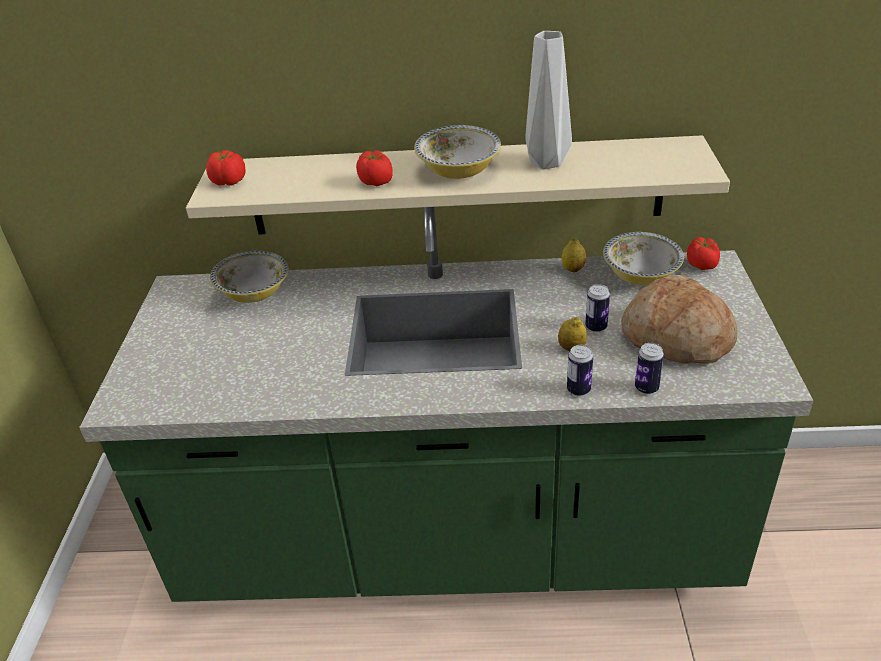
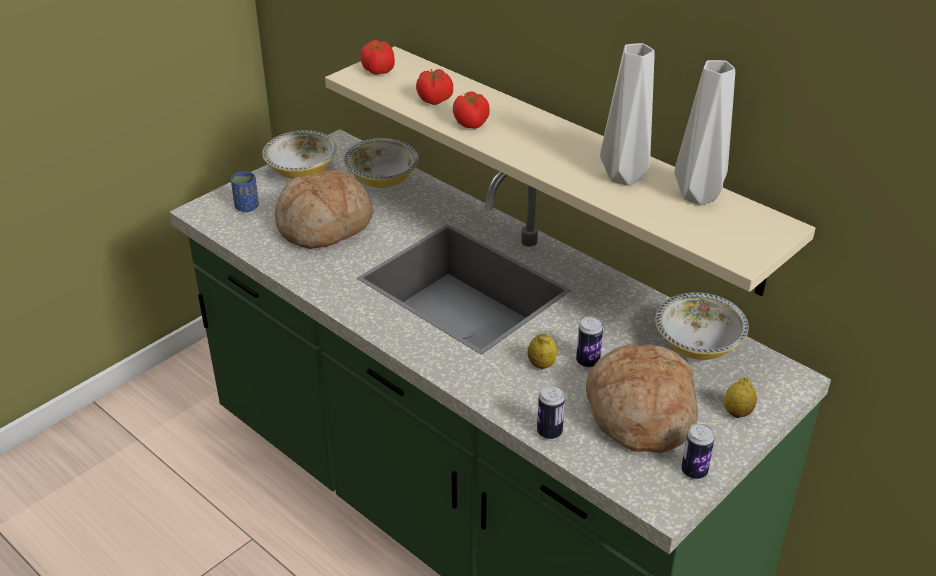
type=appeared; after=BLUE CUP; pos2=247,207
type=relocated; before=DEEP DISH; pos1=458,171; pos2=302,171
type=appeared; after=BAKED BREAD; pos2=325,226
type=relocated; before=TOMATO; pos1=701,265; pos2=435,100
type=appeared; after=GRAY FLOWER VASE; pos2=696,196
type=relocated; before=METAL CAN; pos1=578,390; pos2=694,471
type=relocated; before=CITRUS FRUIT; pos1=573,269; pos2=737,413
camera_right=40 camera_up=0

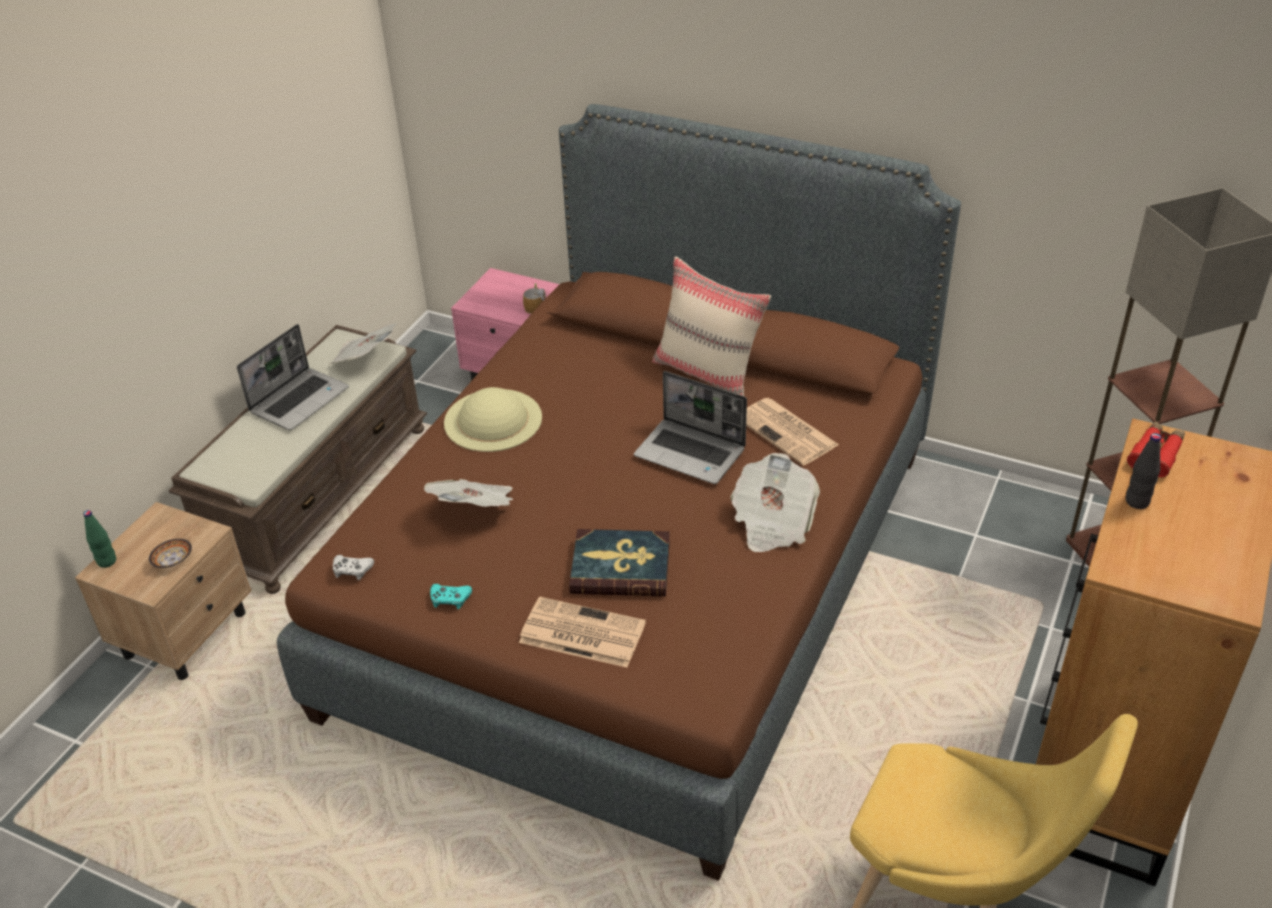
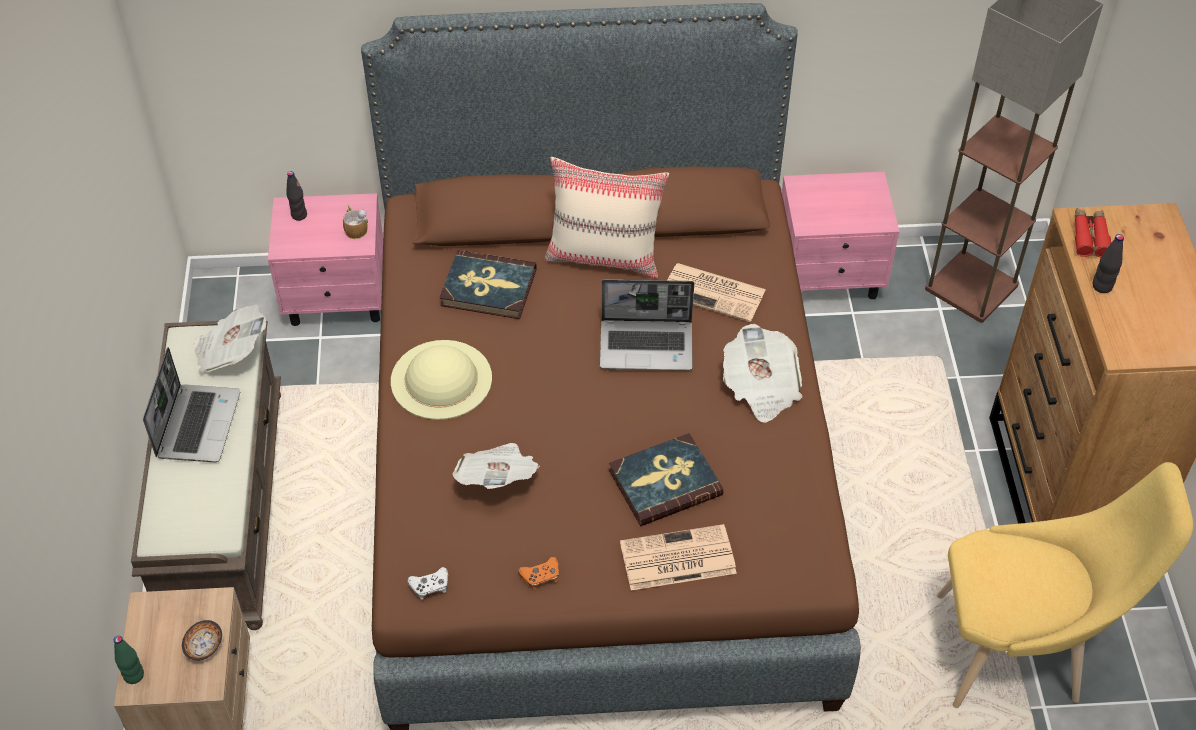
type=appeared; after=BLACK-COLOURED BOTTLE; pos2=299,215
type=appeared; after=VOLUME; pos2=488,288
type=colour; before=TURQUOISE-COLOURED GAMEPAD; after=ORANGE GAMEPAD; pos1=450,599; pos2=541,576
type=appeared; after=PINKISH NIGHTSTAND; pos2=830,276
camera_right=-30 camera_up=10

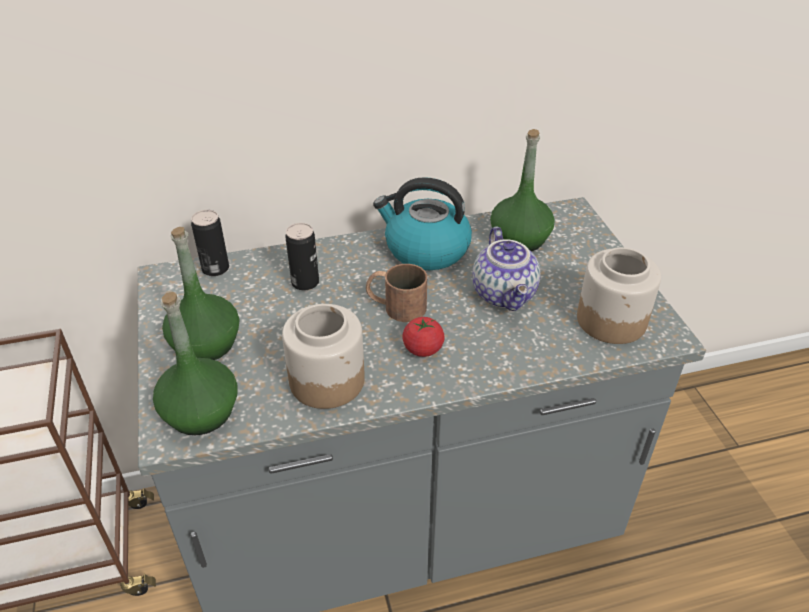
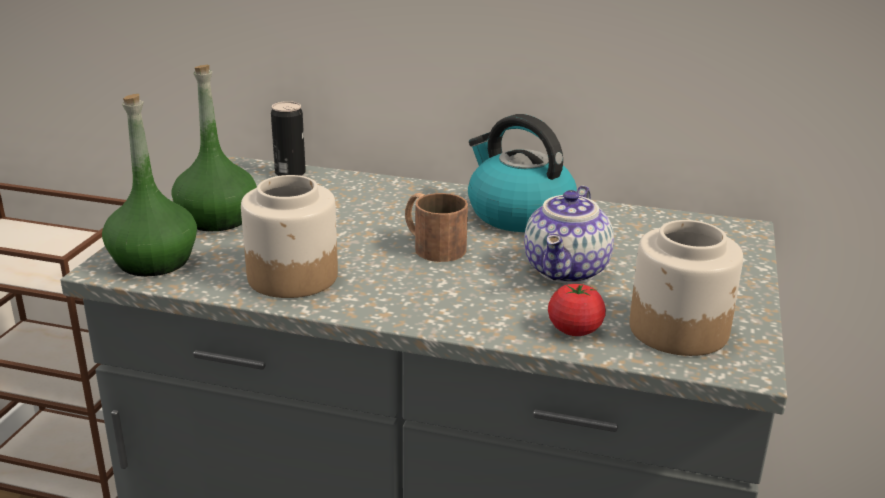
type=relocated; before=TOMATO; pos1=423,349; pos2=574,330
type=missing; before=METAL CAN; pos1=305,282
type=missing; before=GREENISH BOTTLE; pos1=519,239
camera_right=30 camera_up=-15

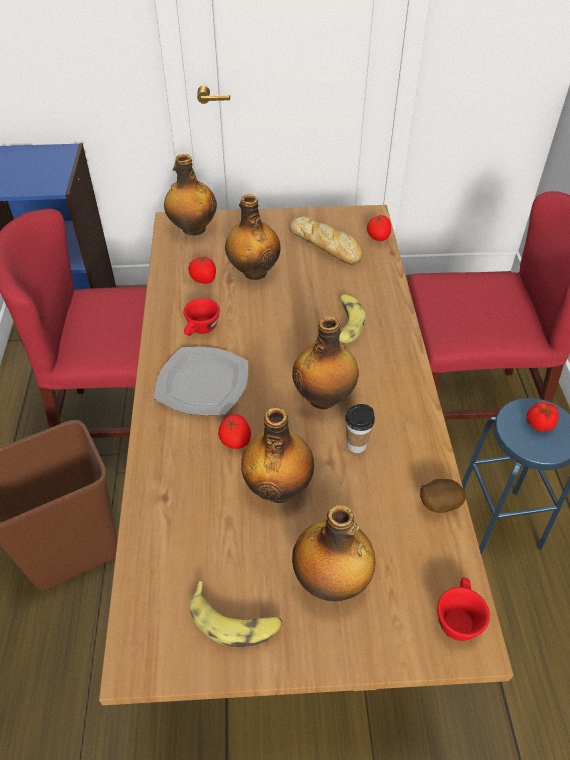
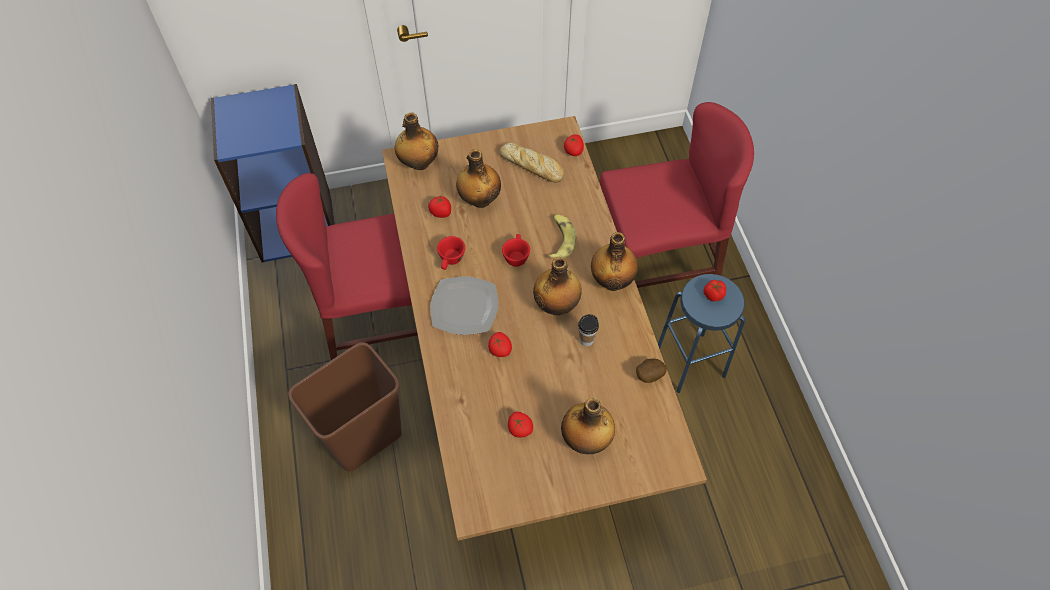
type=relocated; before=REDDISH CUP; pos1=457,617; pos2=516,256
type=appeared; after=TOMATO; pos2=519,429
type=relocated; before=BOTTLE; pos1=278,487; pos2=612,281
type=missing; before=BANANA FRUIT; pos1=235,620
camera_right=-10 camera_up=10

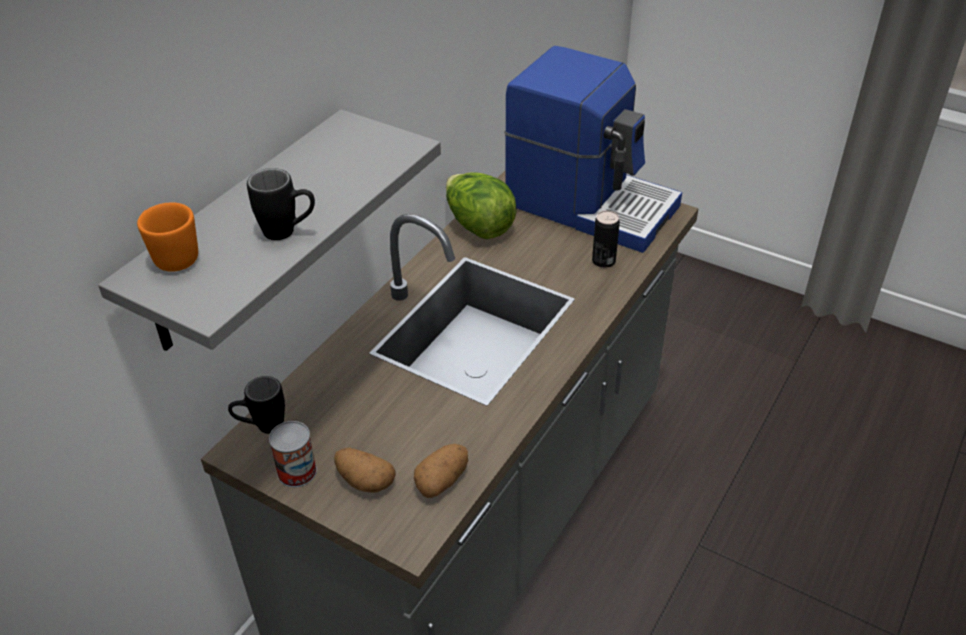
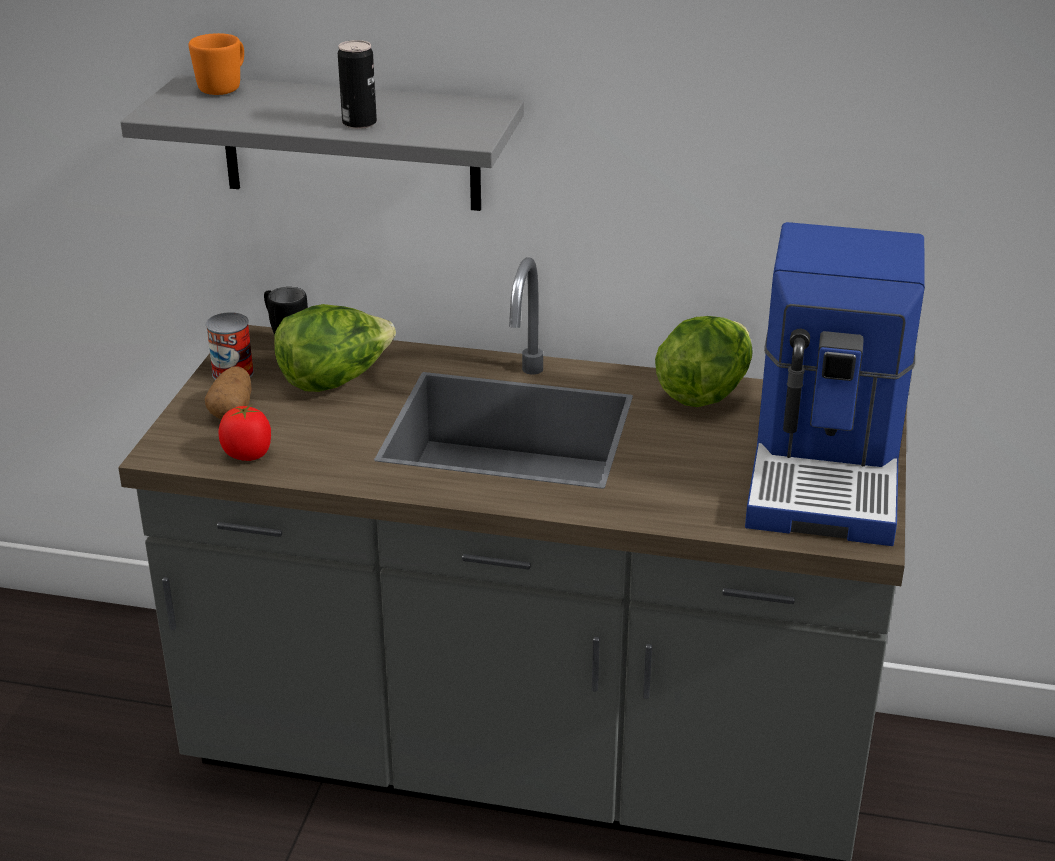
type=exchanged; before=POTATO; after=TOMATO; pos1=442,481; pos2=248,454
type=appeared; after=LETTUCE; pos2=335,380
type=relocated; before=METAL CAN; pos1=603,261; pos2=359,123
type=missing; before=BLACK-COLOURED MUG; pos1=288,232
camera_right=70 camera_up=-10

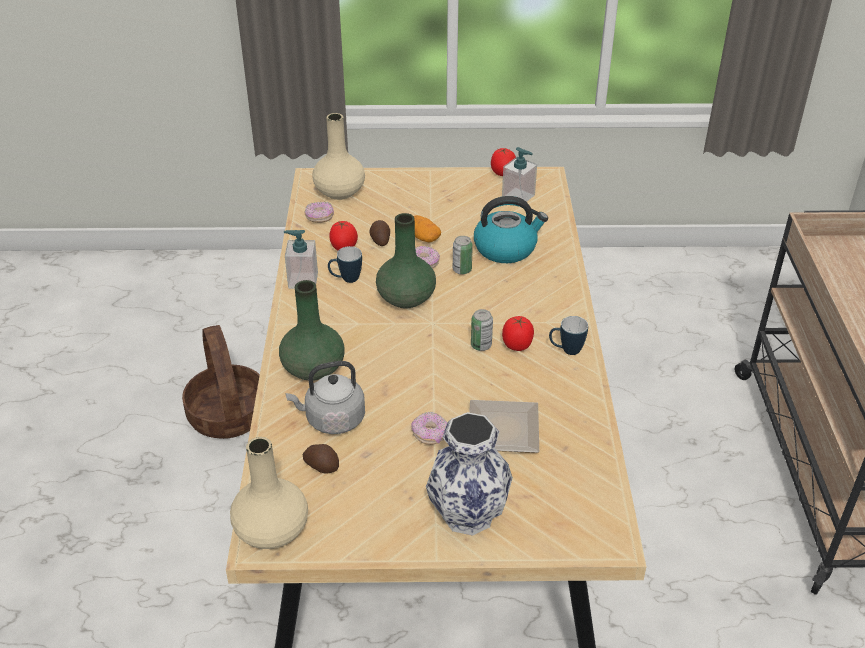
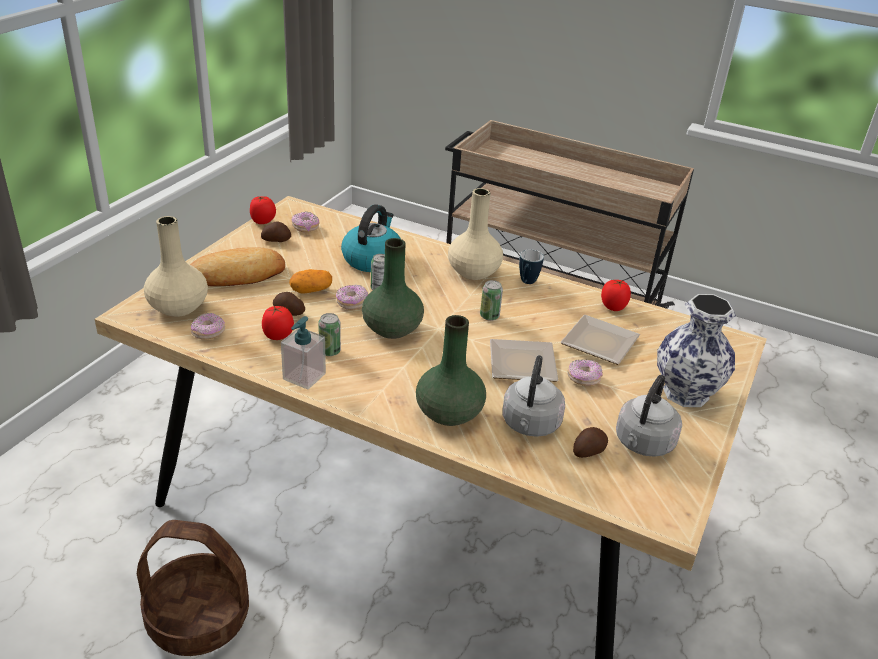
type=appeared; after=BAKED BREAD; pos2=238,274
type=appeared; after=POTATO; pos2=276,240
type=exchanged; before=SOAP BOTTLE; after=DONUT; pos1=518,196; pos2=305,228
type=exchanged; before=MUG; after=METAL CAN; pos1=346,279; pos2=329,351
type=relocated; before=SAND-COLOURED FLOWER VASE; pos1=272,530; pos2=473,272
type=appeared; after=FLAT DISH; pos2=520,365
type=relocated; before=TOMATO; pos1=517,345; pos2=613,307
type=appeared; after=GRAY WATER KETTLE; pos2=642,444
camera_right=-65 camera_up=-5

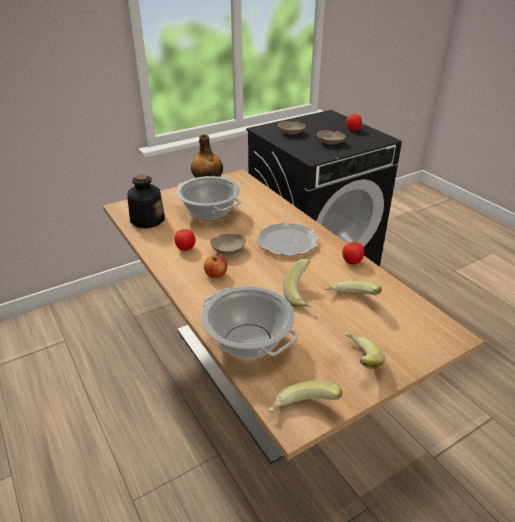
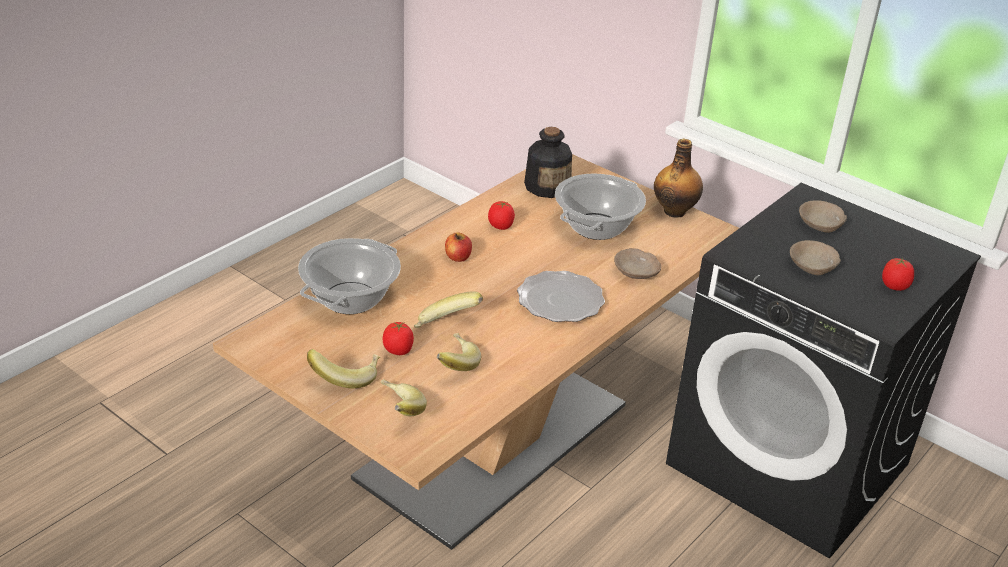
type=relocated; before=BANANA FRUIT; pos1=302,411; pos2=397,411
type=relocated; before=TOMATO; pos1=352,261; pos2=398,350
type=relocated; before=SAND-COLOURED DEEP DISH; pos1=228,249; pos2=636,272
camera_right=70 camera_up=0

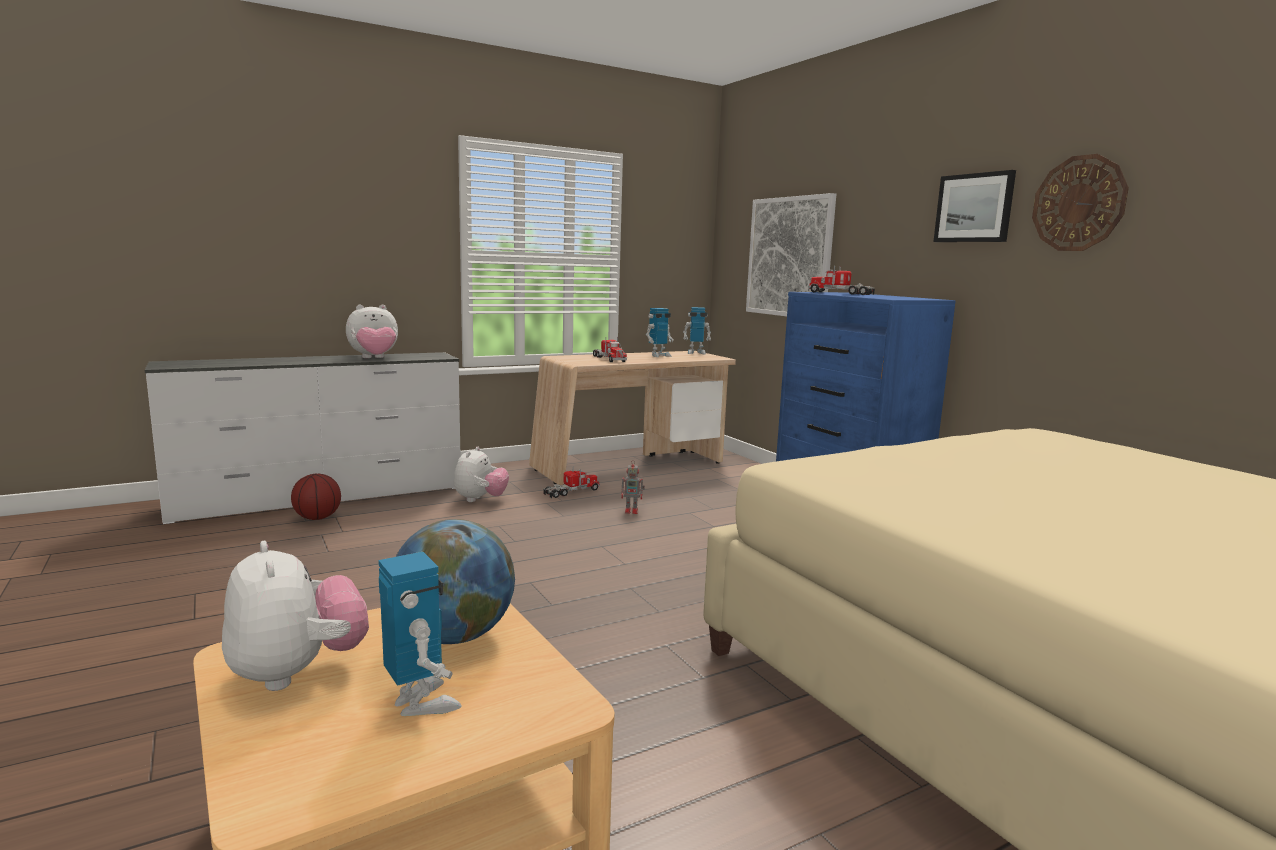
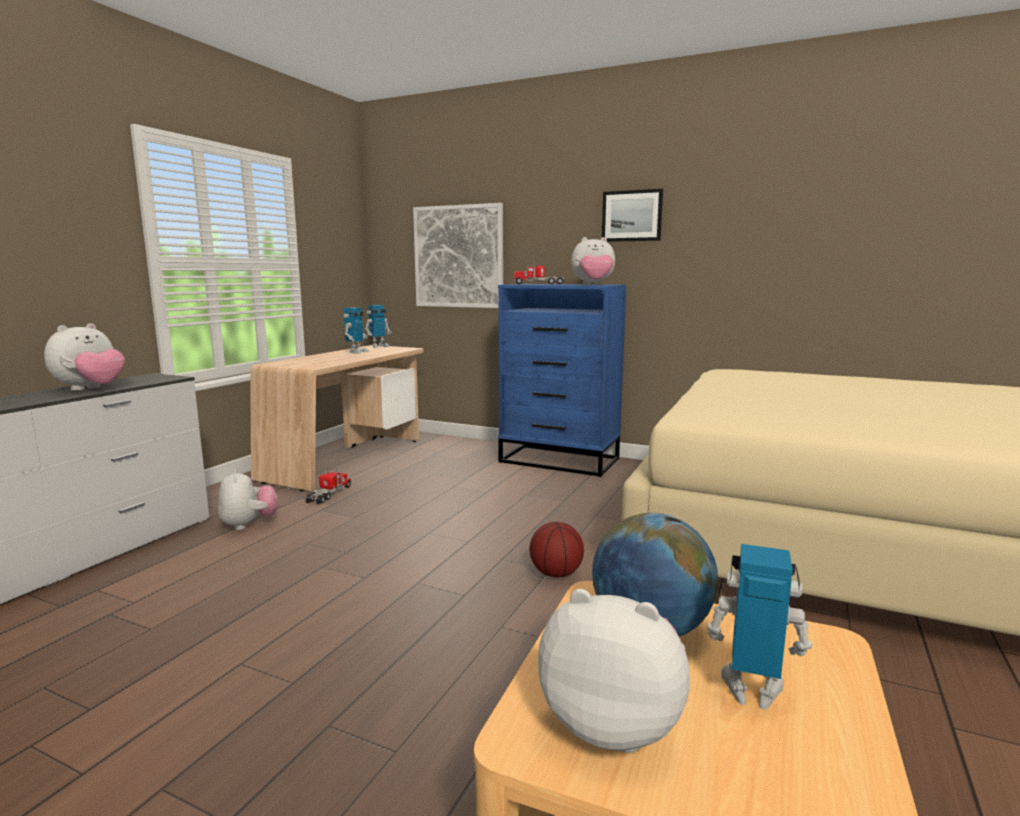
type=relocated; before=BALL FOR BASKETBALL; pos1=318,518; pos2=556,573
type=appeared; after=PLUSH TOY; pos2=593,285
type=missing; before=TOY LORRY; pos1=609,359
type=missing; before=TOY ROBOT; pos1=632,511
type=missing; before=CLOCK ON THE WALL; pos1=1078,203
camera_right=-35 camera_up=0

